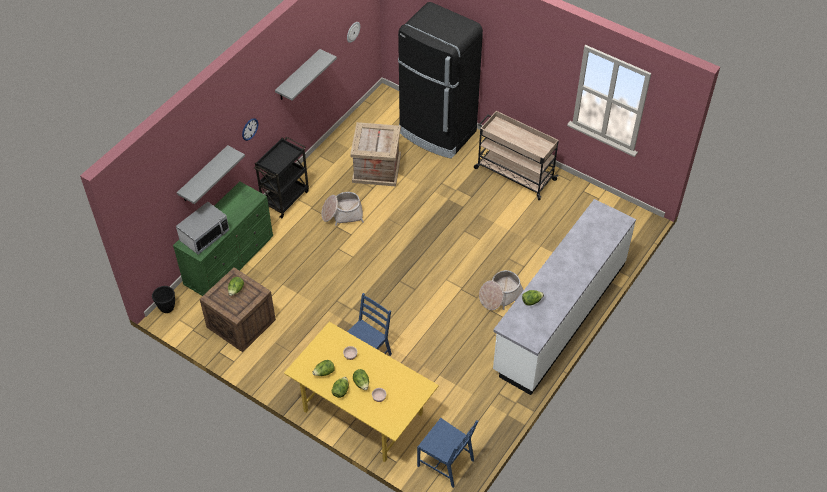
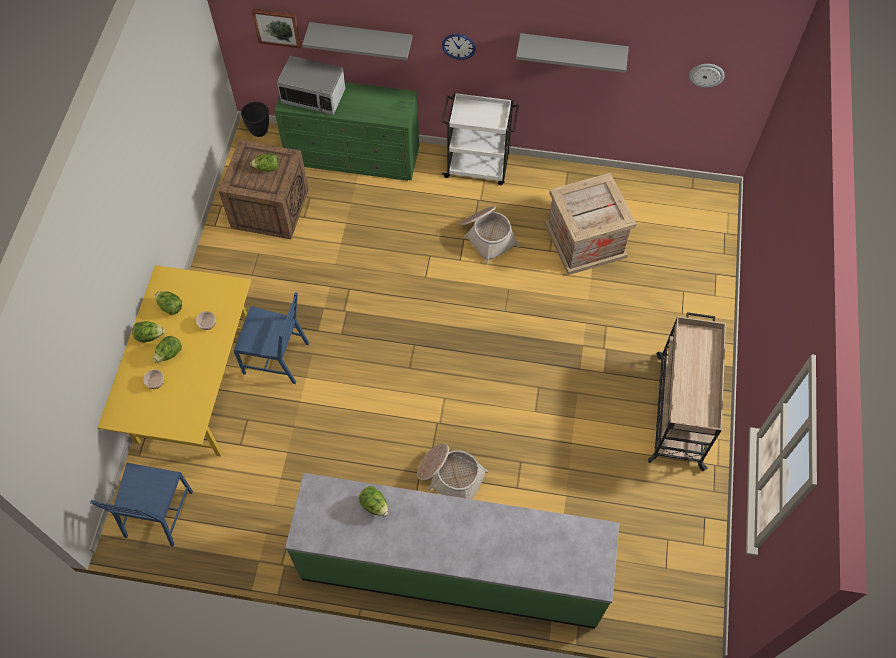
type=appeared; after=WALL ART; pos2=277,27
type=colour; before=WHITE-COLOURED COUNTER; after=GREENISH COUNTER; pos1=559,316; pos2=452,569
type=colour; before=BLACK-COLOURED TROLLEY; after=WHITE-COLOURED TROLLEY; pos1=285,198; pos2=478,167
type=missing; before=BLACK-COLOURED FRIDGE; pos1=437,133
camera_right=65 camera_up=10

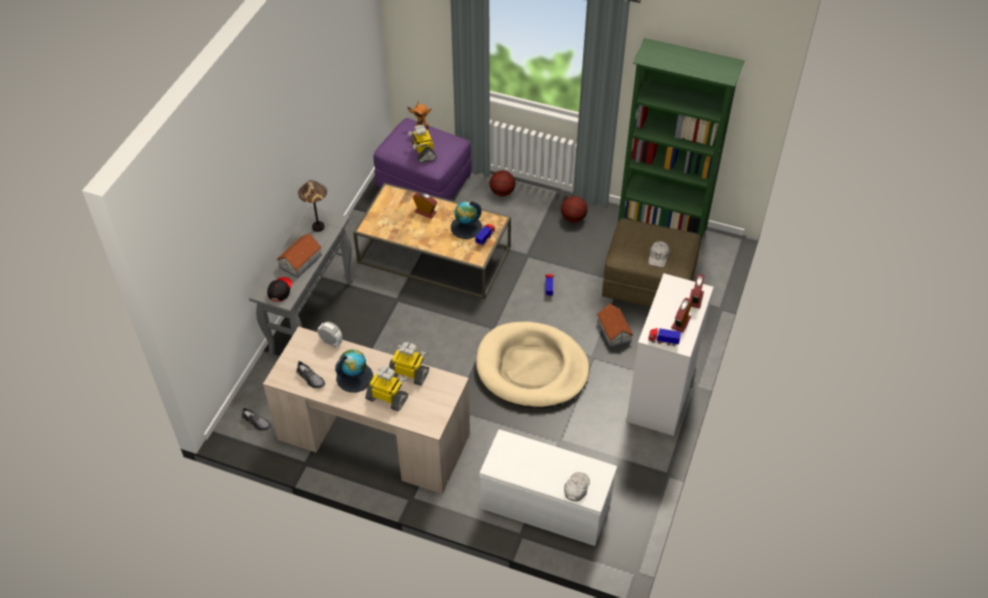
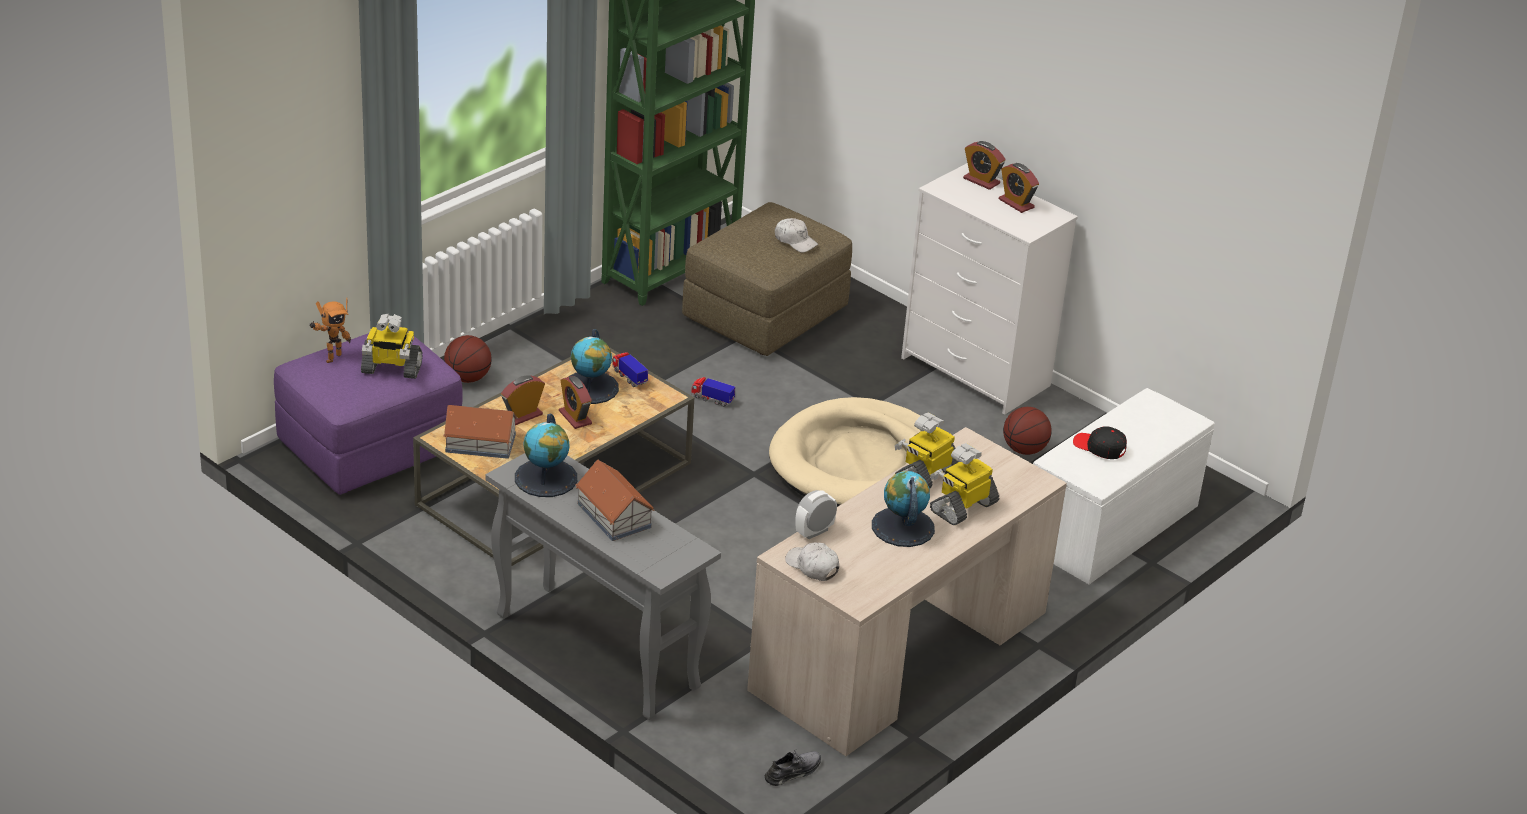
type=relocated; before=MODEL HOUSE; pos1=614,331; pos2=480,443
type=exchanged; before=TABLE LAMP; after=WORLD GLOBE; pos1=318,227; pos2=546,478
type=appeared; after=TABLE CLOCK; pos2=575,417
type=relocated; before=WHITE-COLOURED PEAKED CAP; pos1=576,488; pos2=812,567
type=relocated; before=BALL FOR BASKETBALL; pos1=573,218; pos2=1024,450
type=relocated; before=BLACK-COLOURED PEAKED CAP; pos1=280,290; pos2=1099,447
type=missing; before=GRAY SHOE; pos1=310,378
type=missing; before=TOY LORRY; pos1=663,341
camera_right=-70 camera_up=-15

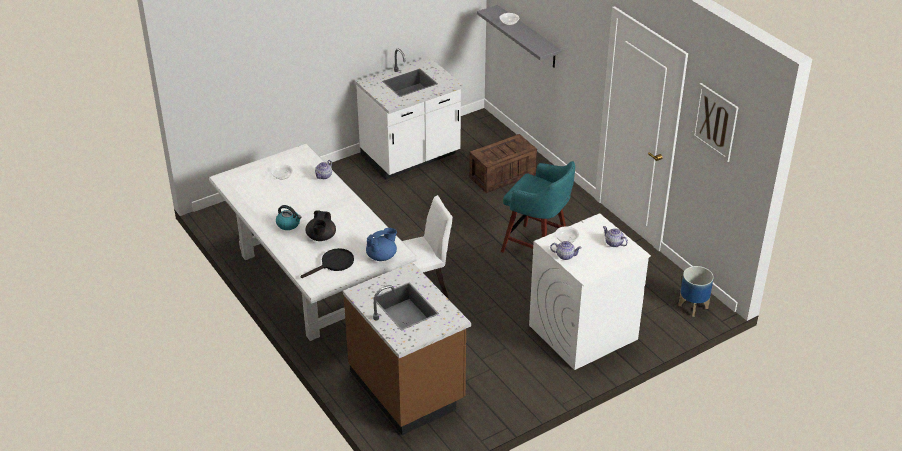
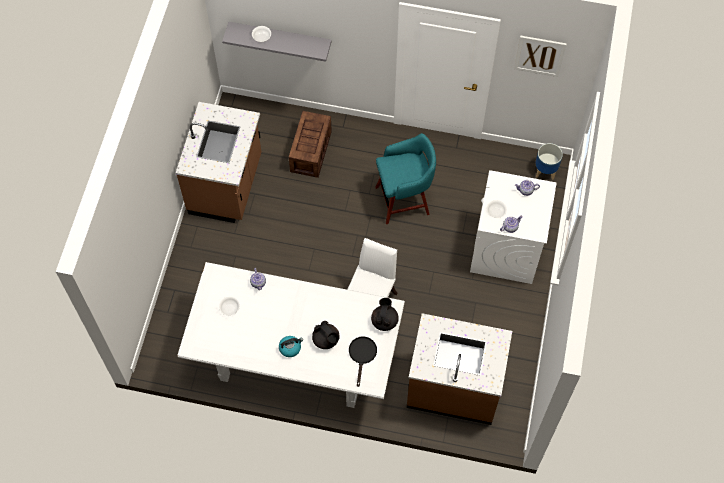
type=colour; before=WHITE-COLOURED COUNTER; after=BROWN COUNTER; pos1=411,157; pos2=227,185
type=colour; before=BLUE POT FOR TEA; after=BLACK-COLOURED POT FOR TEA; pos1=382,256; pos2=384,320
camera_right=-45 camera_up=25

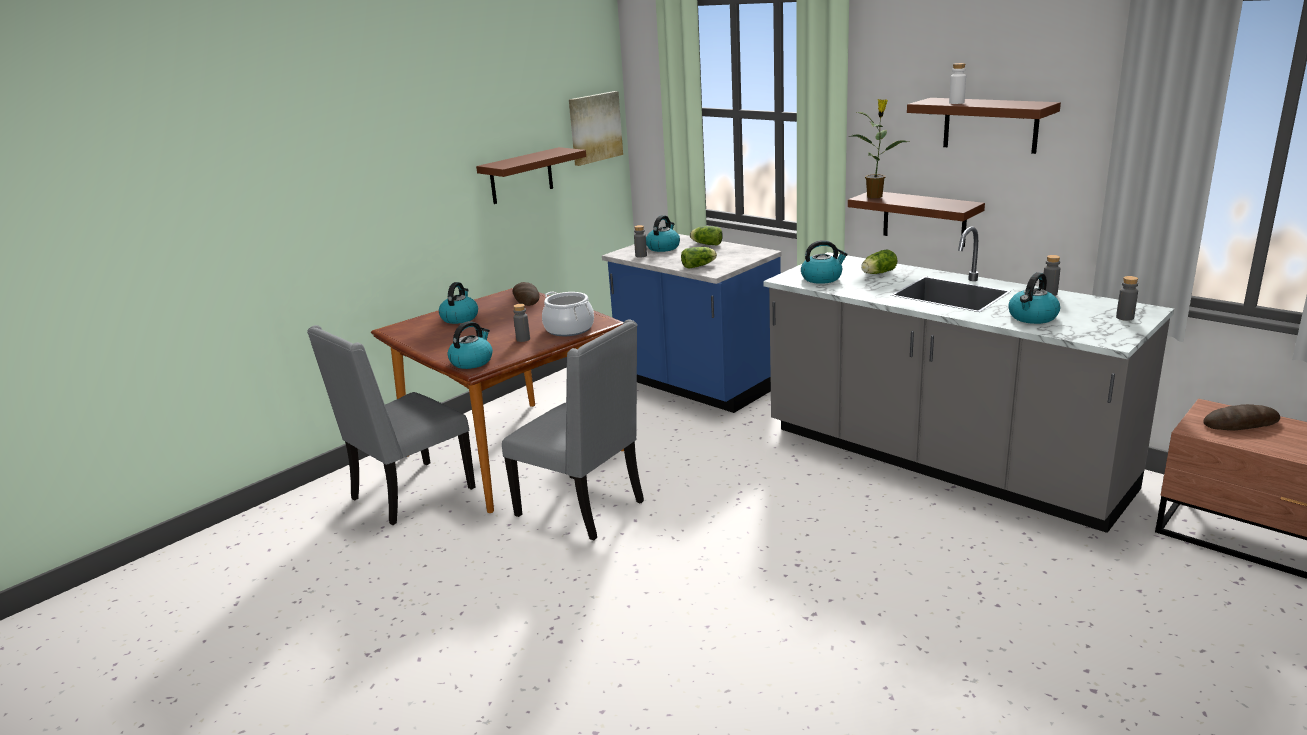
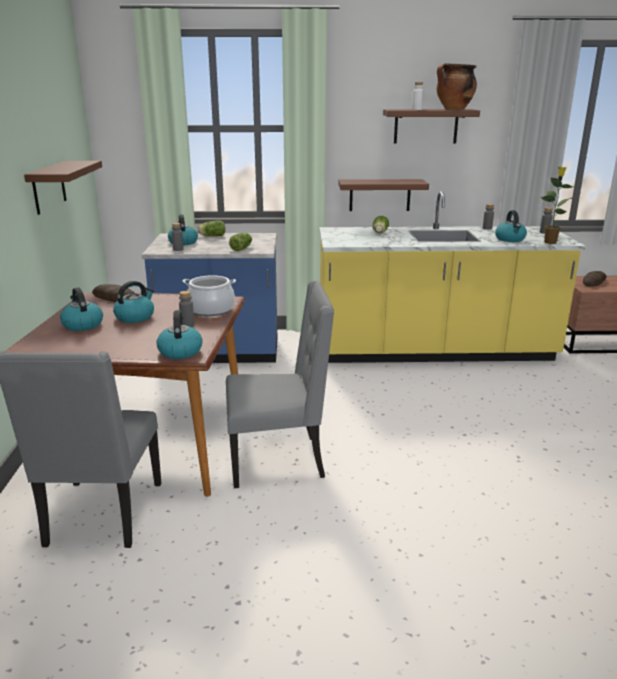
type=relocated; before=WATER KETTLE; pos1=822,278; pos2=135,317
type=colour; before=GRAY COUNTER; after=YELLOW-COLOURED COUNTER; pos1=940,461; pos2=434,352
type=appeared; after=SAUCEPOT; pos2=453,109
type=relocated; before=POTTED PLANT; pos1=875,196; pos2=550,242
type=missing; before=WALL ART; pos1=594,127
camera_right=-45 camera_up=0

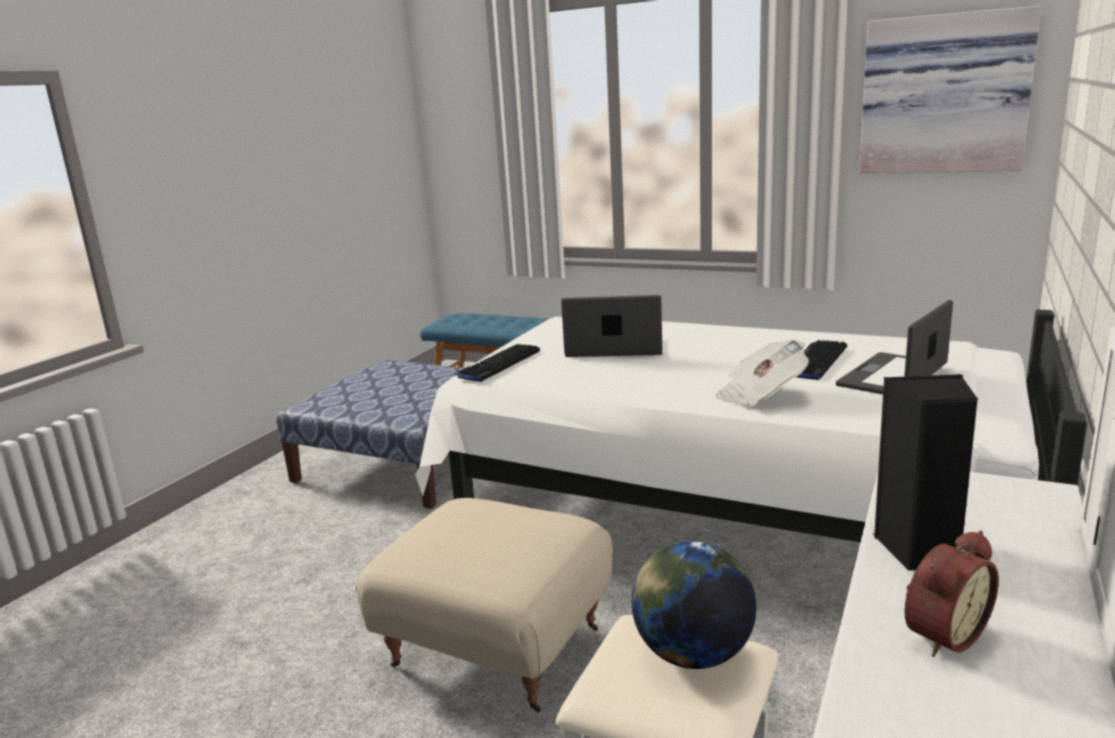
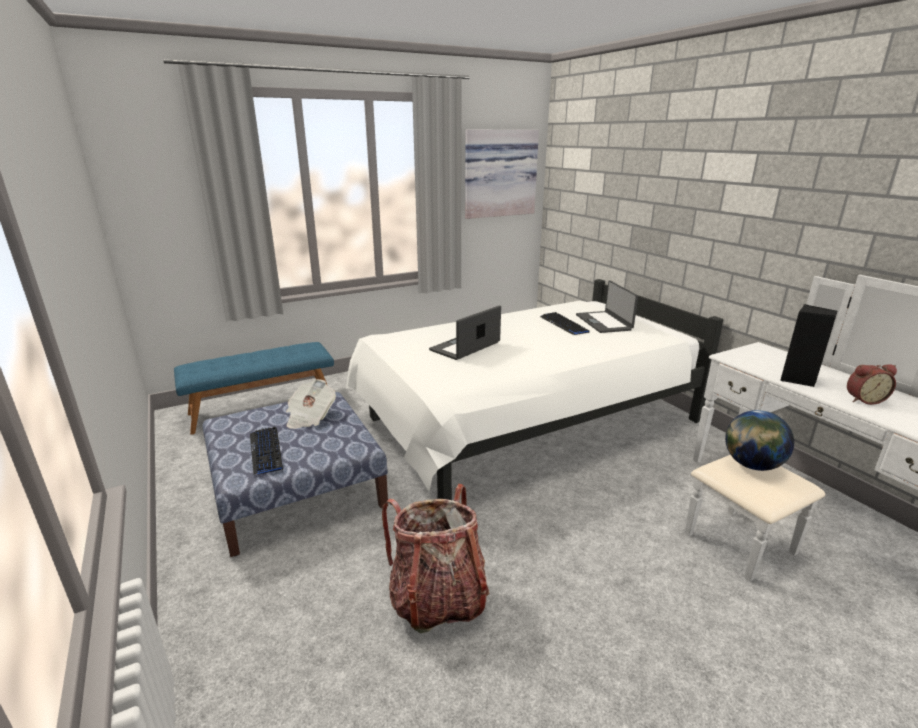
type=relocated; before=PC KEYBOARD; pos1=498,364; pos2=266,451
type=relocated; before=NEWSPAPER; pos1=760,395; pos2=310,417
type=appeared; after=RUCKSACK; pos2=437,599
type=spun; before=TABLE CLOCK; pos1=941,634; pos2=863,399; turn=90
type=missing; before=SAND-COLOURED OTTOMAN; pos1=496,648
camera_right=-55 camera_up=5

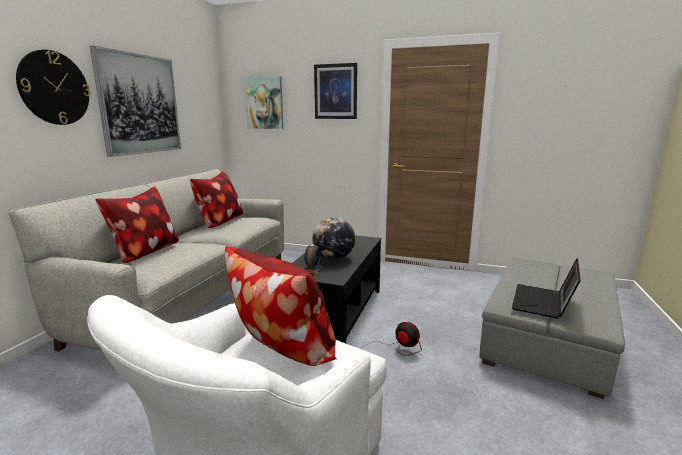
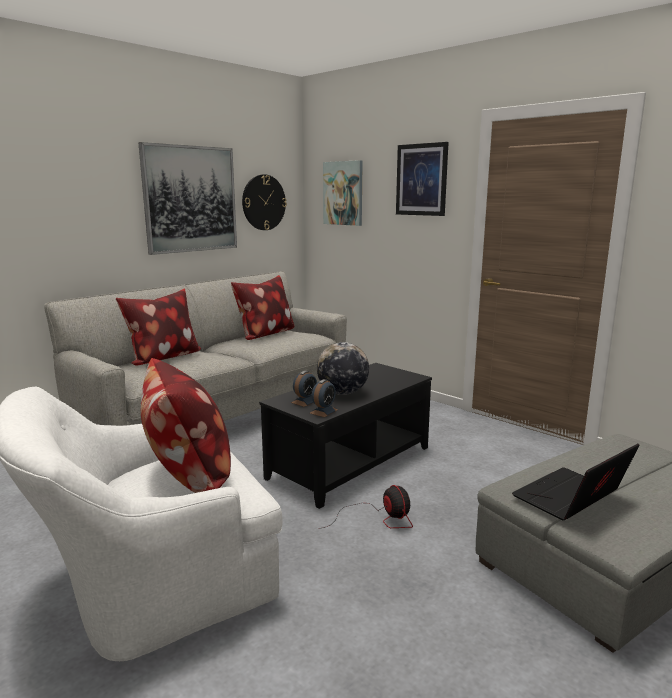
type=relocated; before=CLOCK ON THE WALL; pos1=54,88; pos2=263,202
type=appeared; after=TABLE CLOCK; pos2=323,411
camera_right=25 camera_up=0

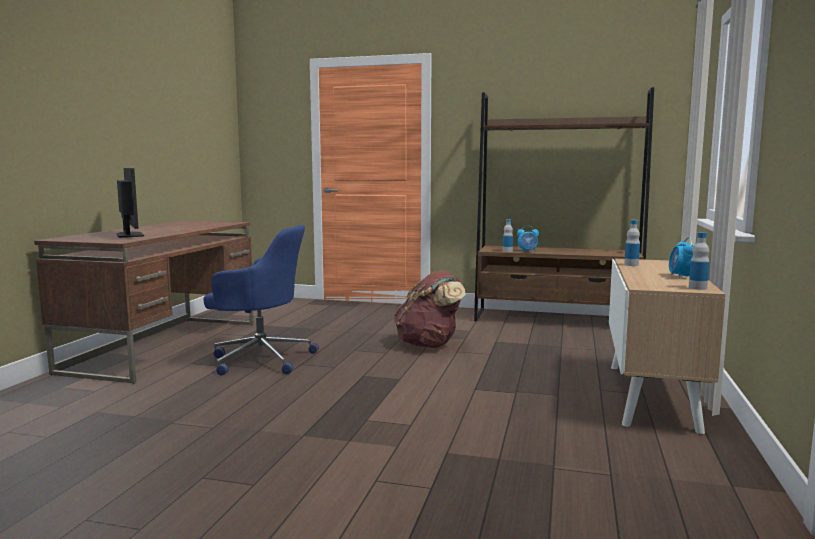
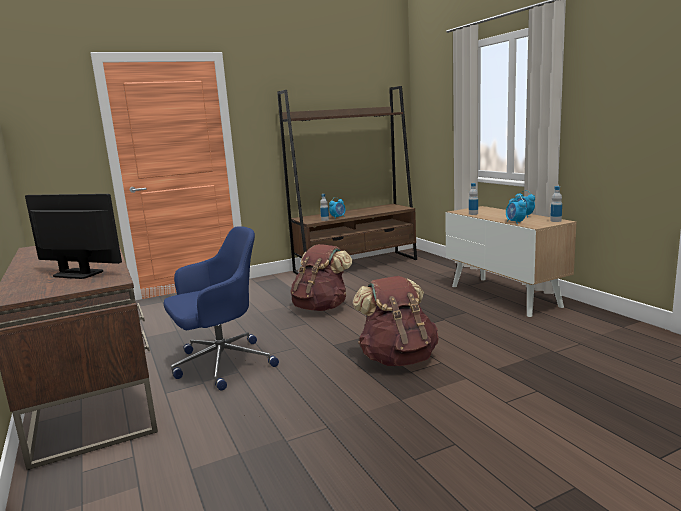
type=appeared; after=BROWN RUCKSACK; pos2=398,358
type=appeared; after=TABLE CLOCK; pos2=515,222
camera_right=-40 camera_up=5

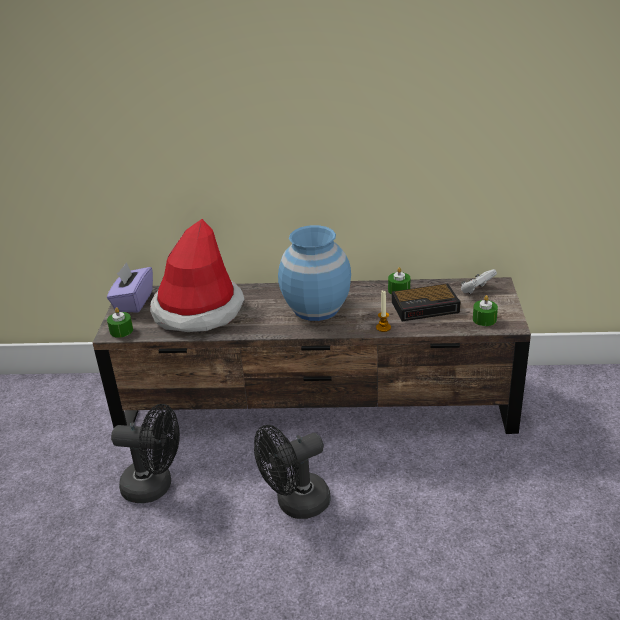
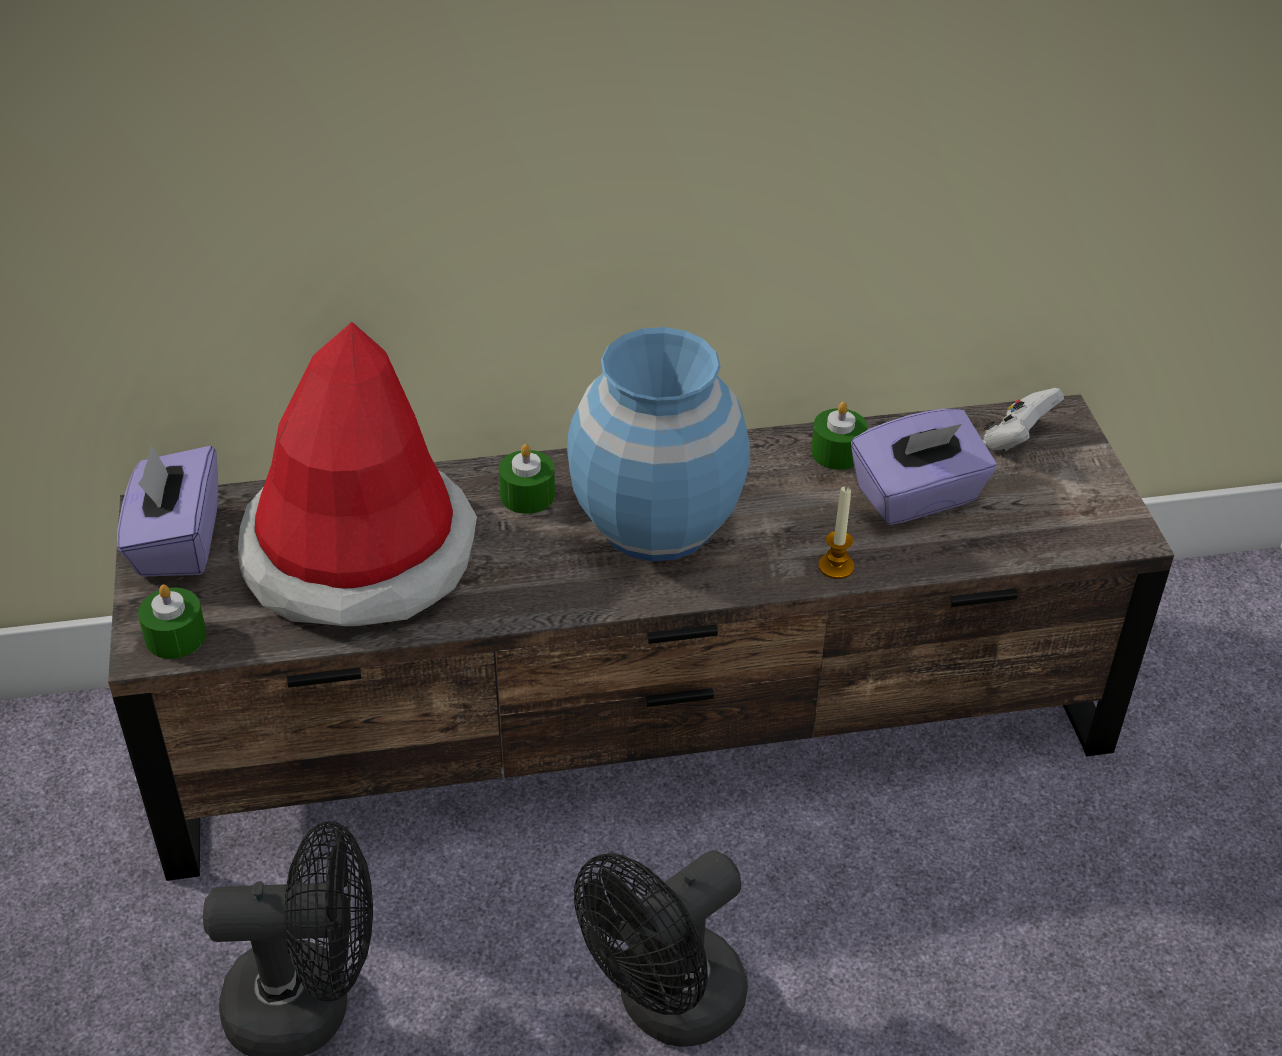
type=relocated; before=GREENISH WAX CANDLE; pos1=484,319; pos2=527,495
type=exchanged; before=TABLE CLOCK; after=PURPLE-COLOURED TISSUE HOLDER; pos1=426,307; pos2=917,497
camera_right=-15 camera_up=10

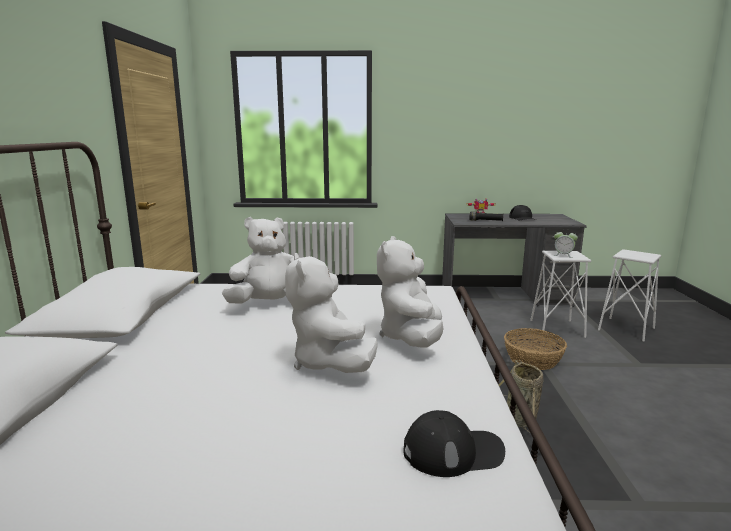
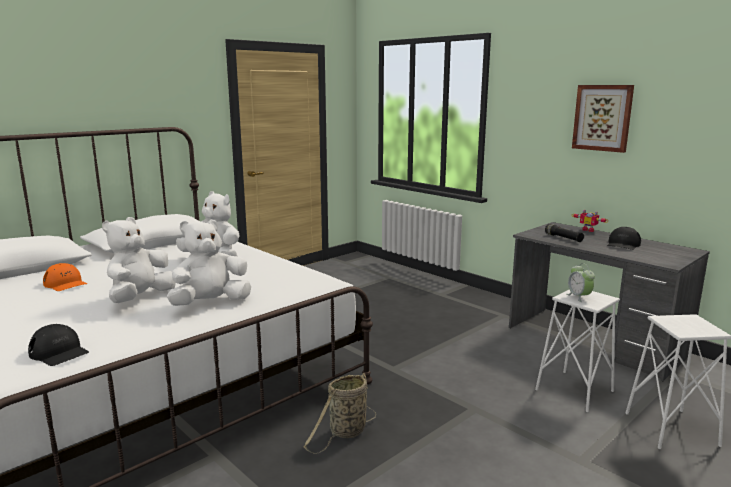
type=appeared; after=ORANGE PEAKED CAP; pos2=65,284
type=appeared; after=WALL ART; pos2=602,117
type=missing; before=STORAGE BASKET; pos1=533,359
camera_right=45 camera_up=0

